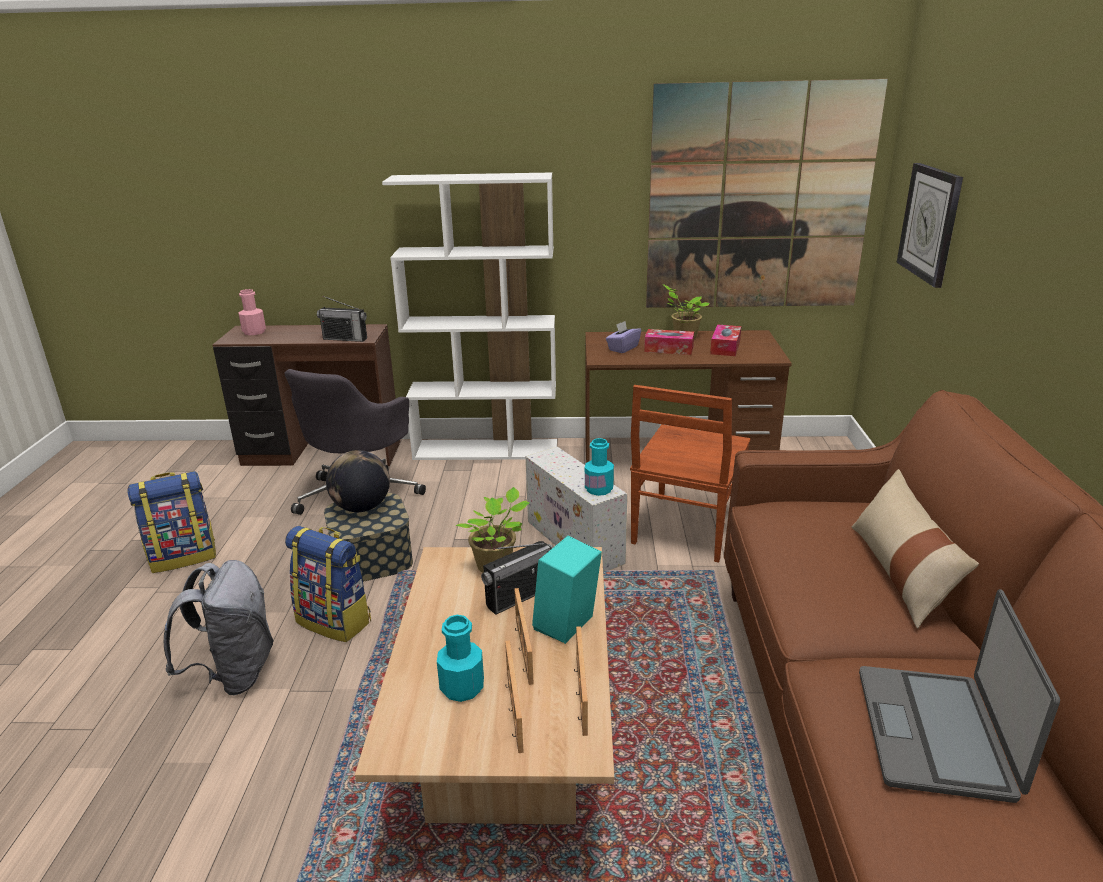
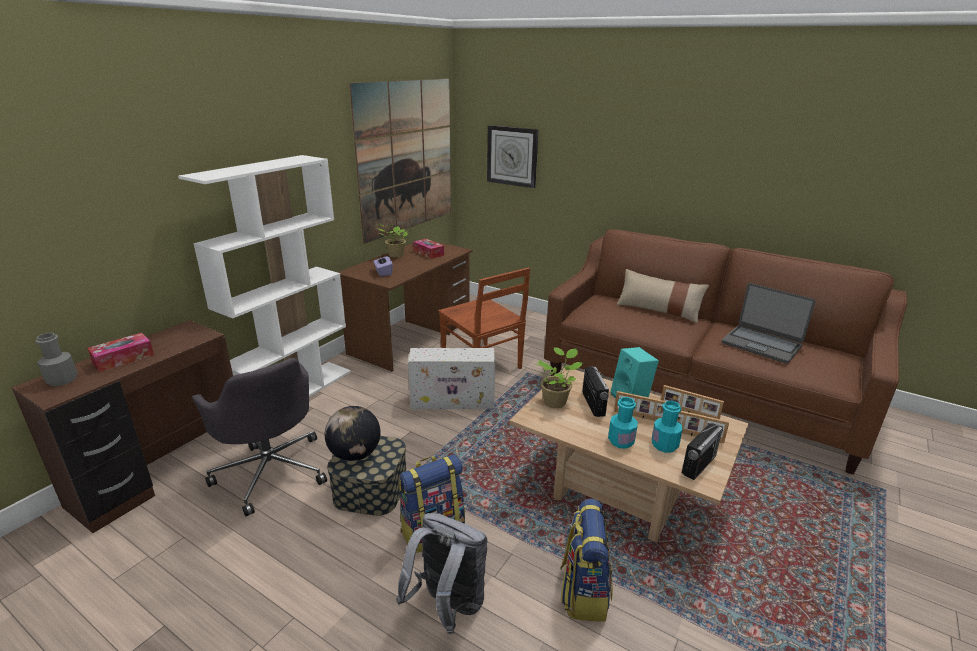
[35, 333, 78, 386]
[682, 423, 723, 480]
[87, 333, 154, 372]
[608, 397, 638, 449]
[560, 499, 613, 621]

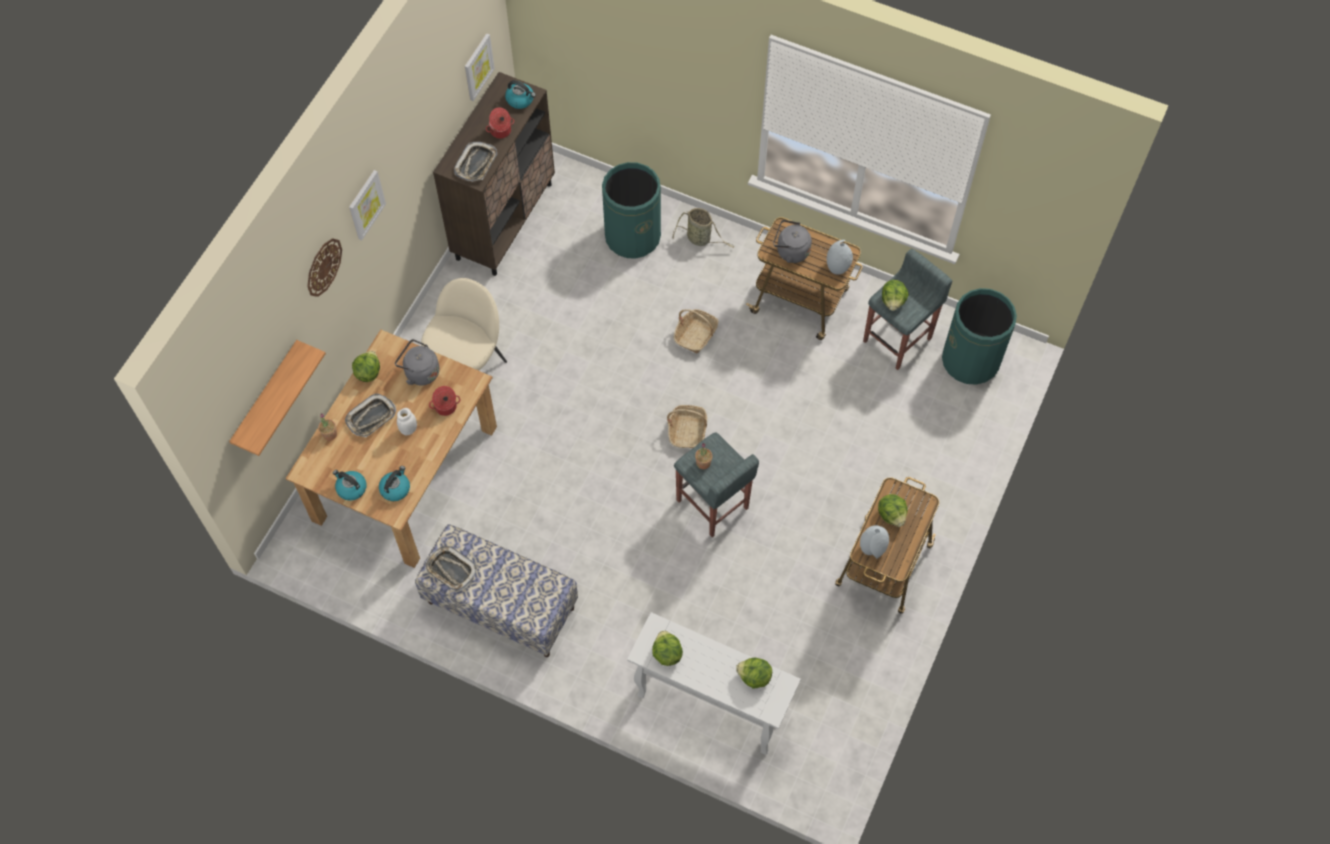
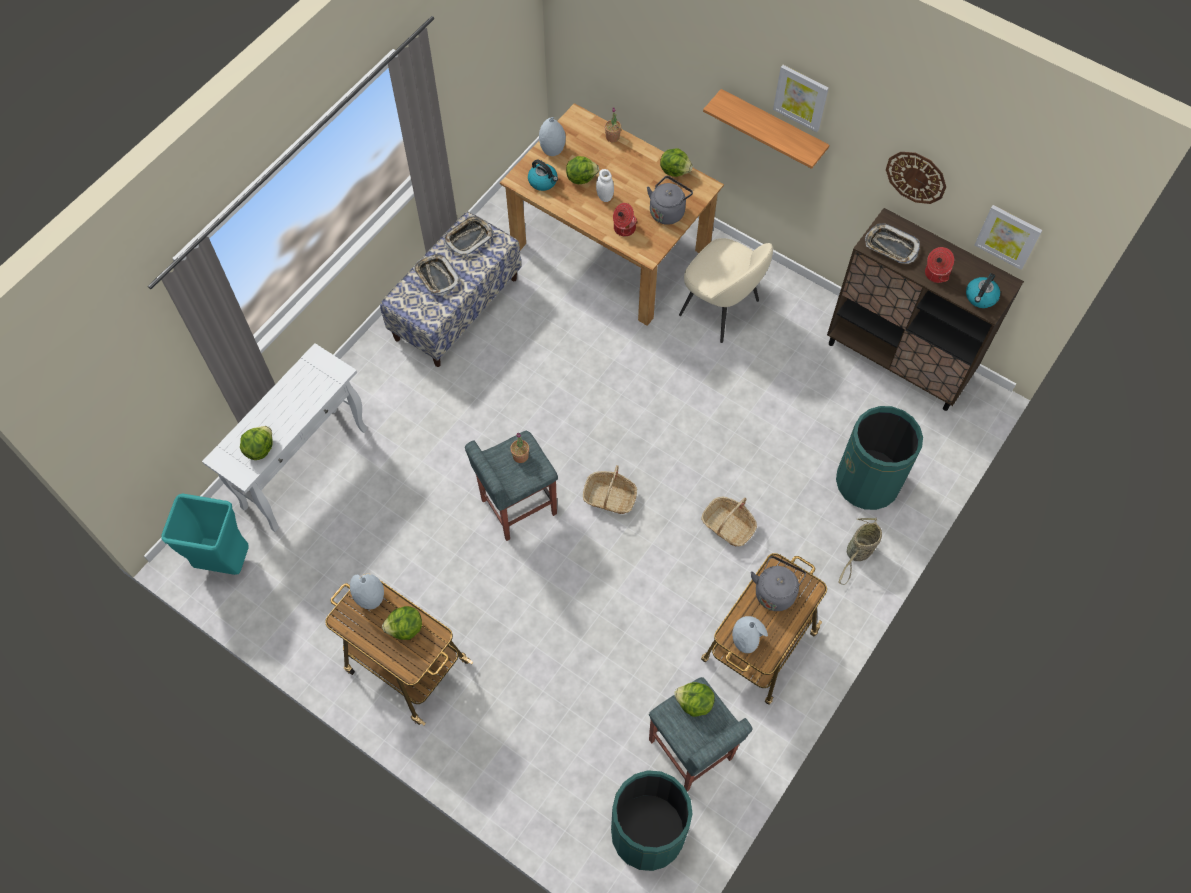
[886, 152, 946, 204]
[703, 89, 829, 169]
[413, 254, 461, 295]
[539, 117, 566, 156]
[566, 156, 599, 184]
[161, 493, 248, 575]

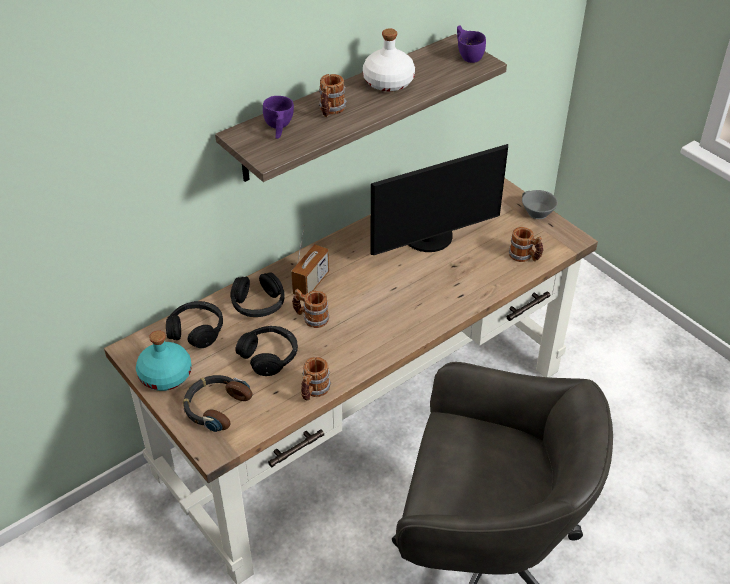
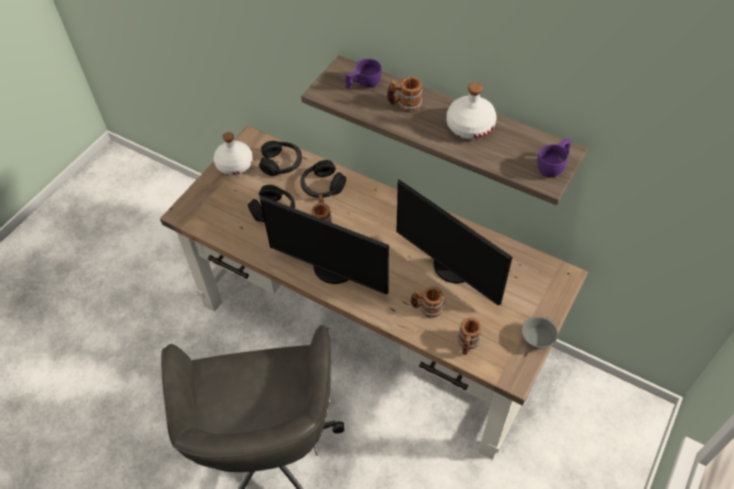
[291, 225, 329, 295] (first image)
[214, 132, 253, 175]
[410, 287, 444, 318]
[183, 375, 252, 432] (first image)
[260, 195, 389, 294]

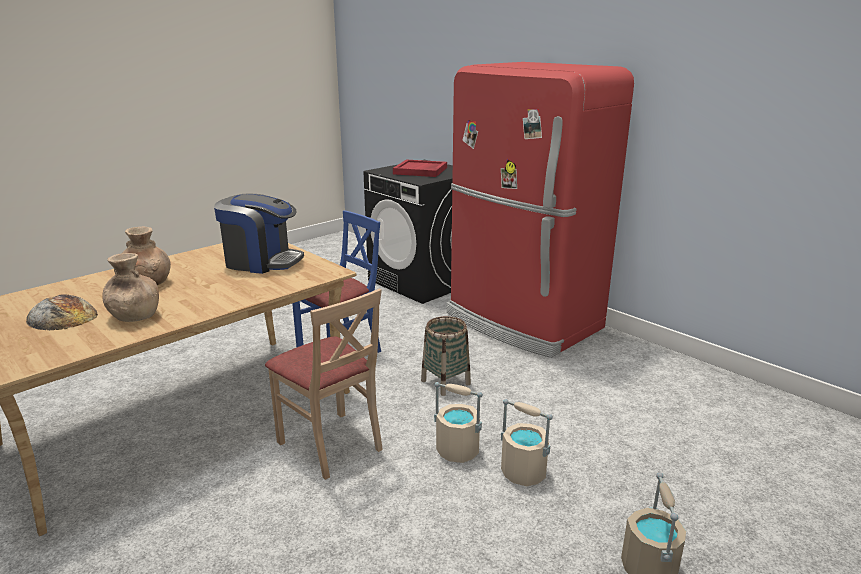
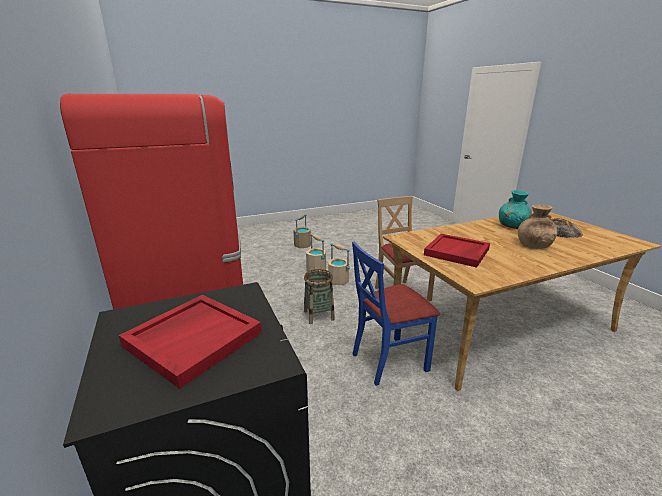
[424, 234, 490, 268]
[499, 190, 532, 229]

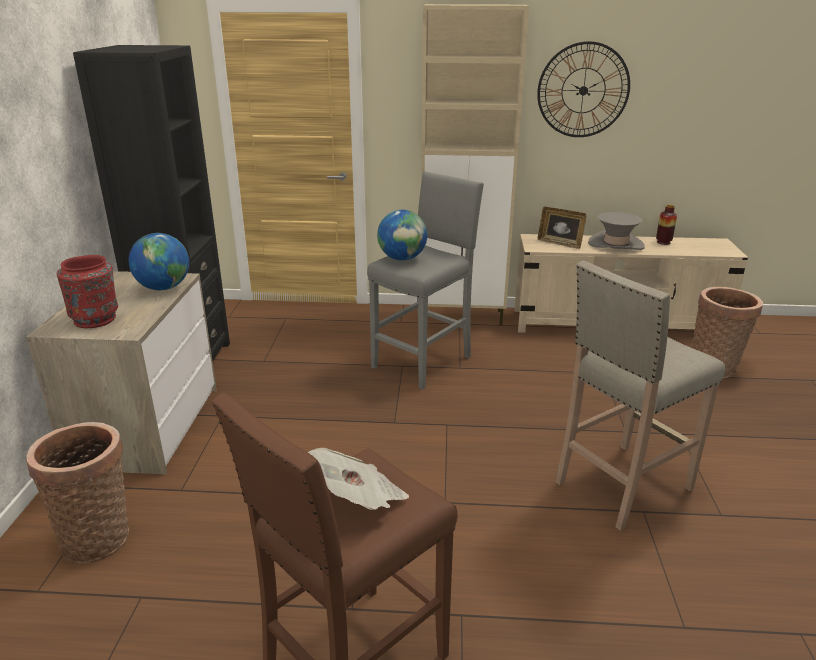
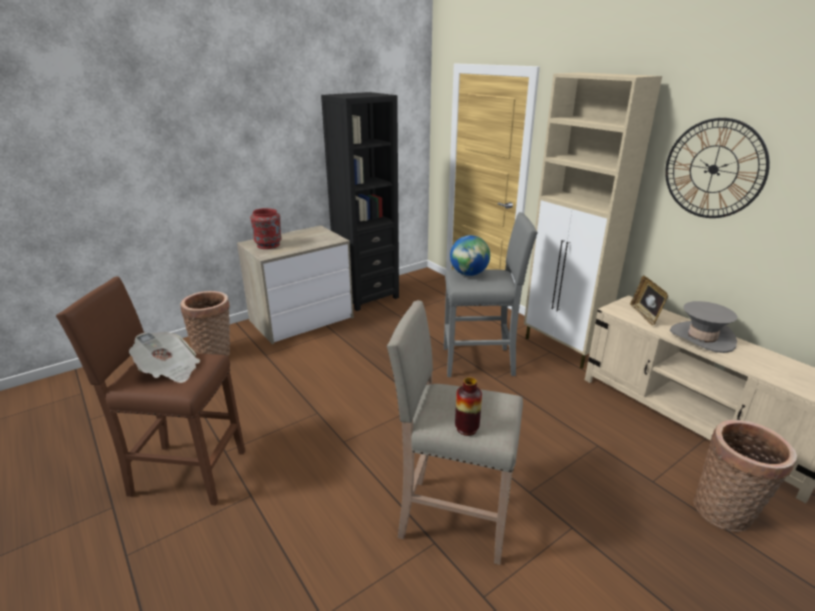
[455, 377, 482, 436]
[129, 233, 189, 290] (first image)

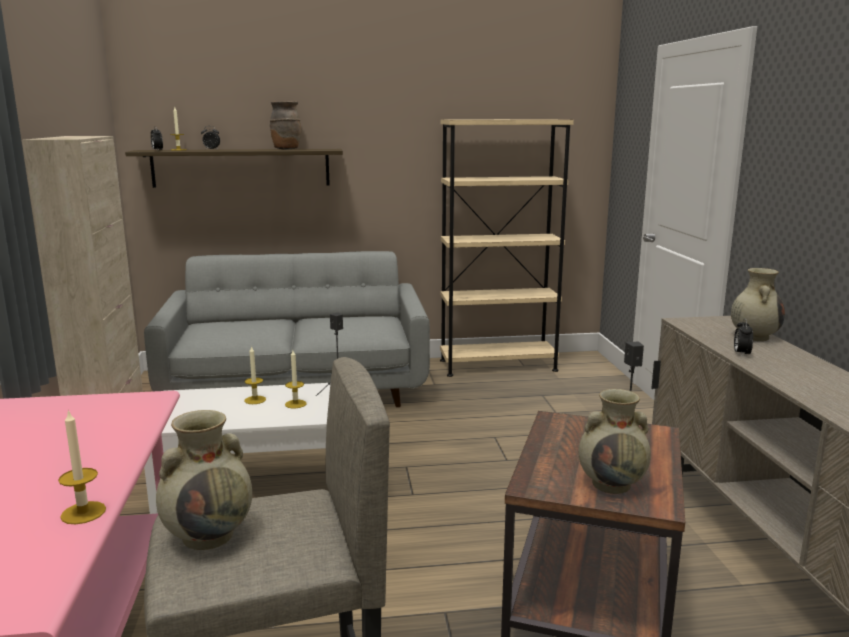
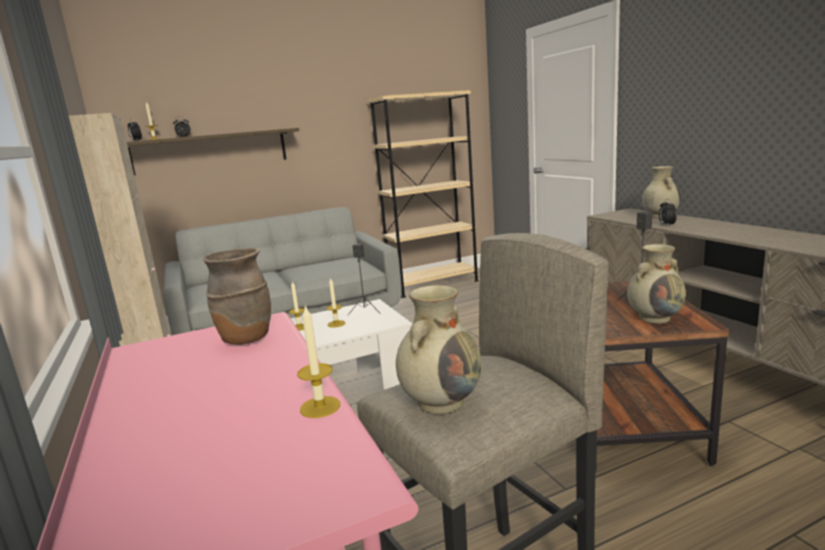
[203, 248, 271, 345]

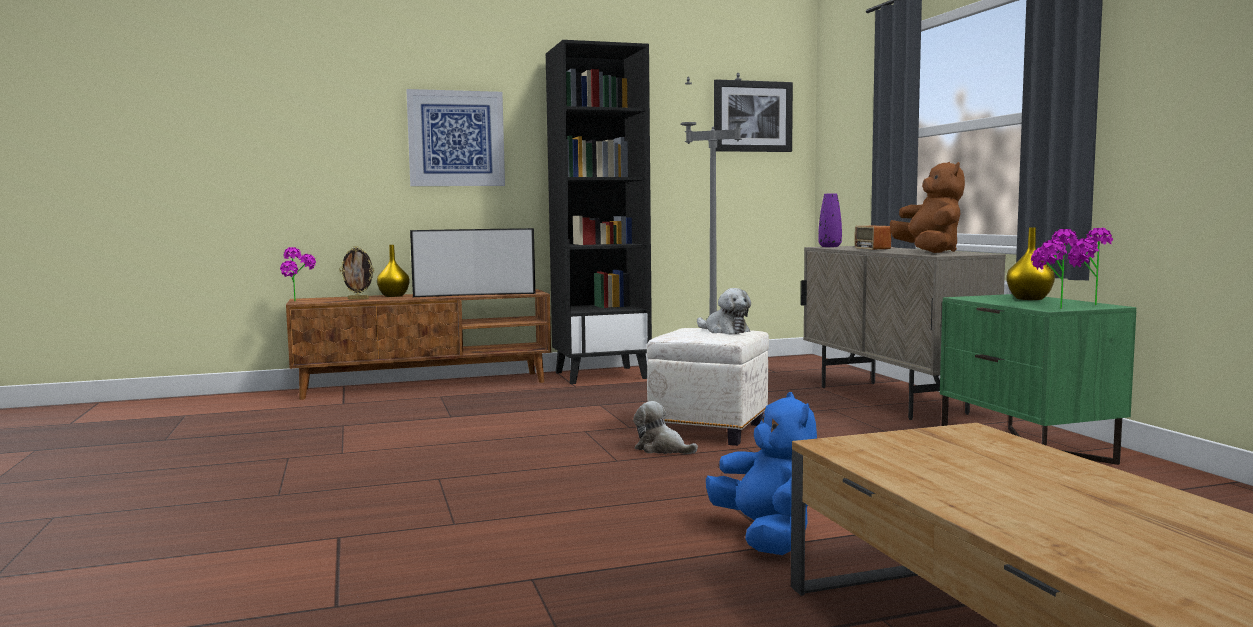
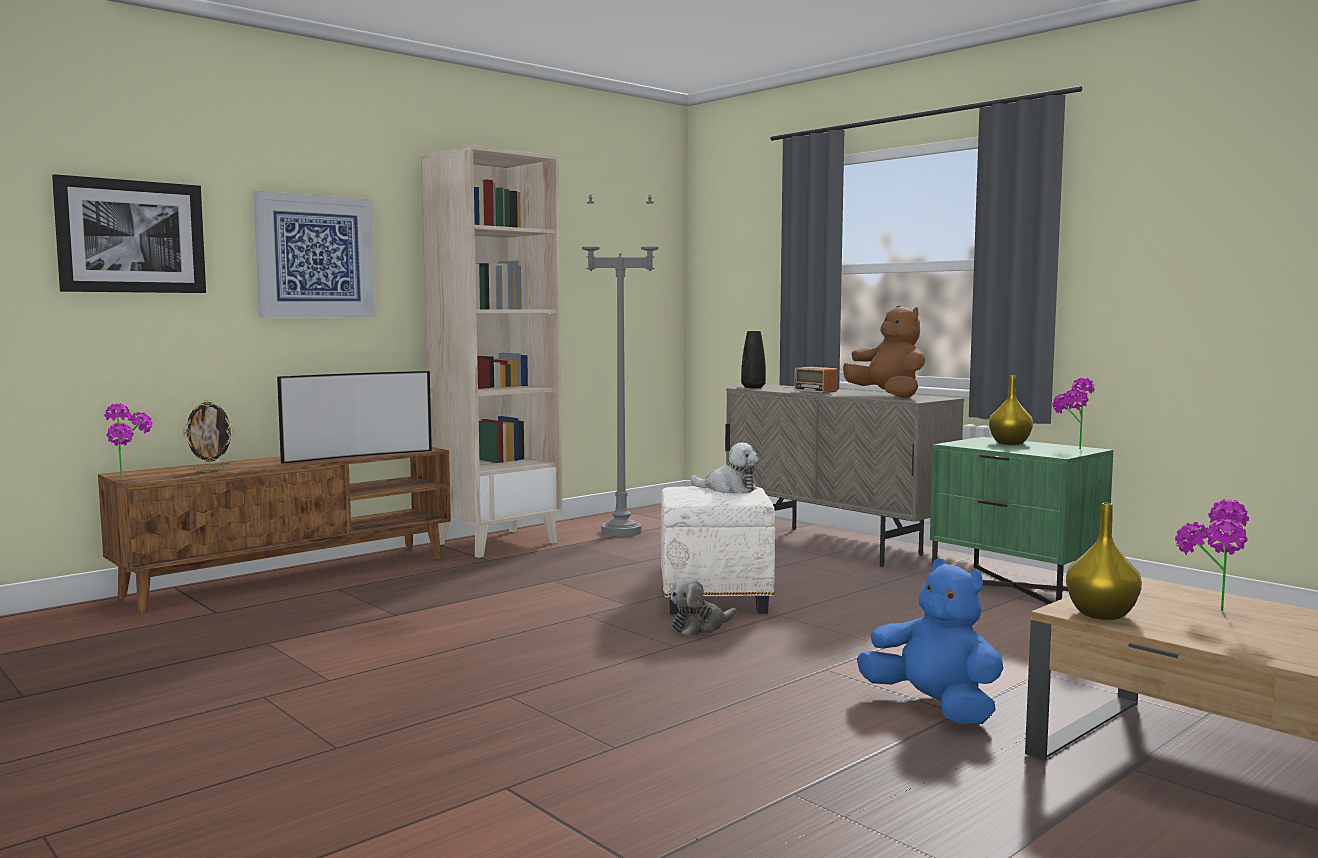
[421, 145, 562, 558]
[52, 174, 206, 293]
[741, 331, 766, 388]
[1175, 499, 1249, 611]
[1066, 503, 1142, 620]
[671, 577, 737, 636]

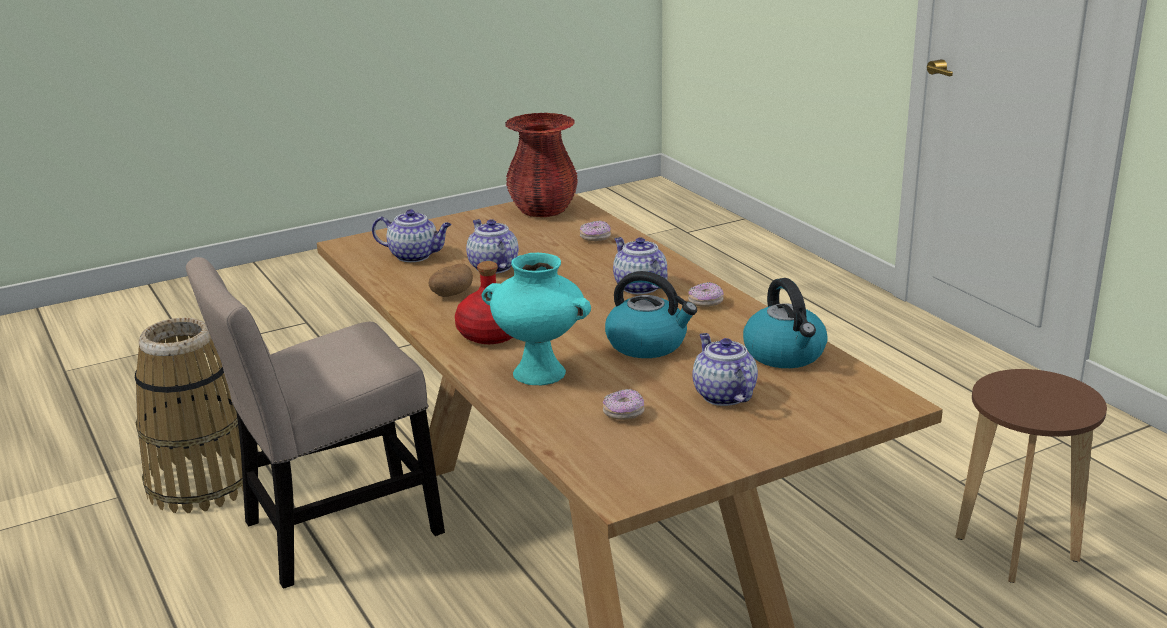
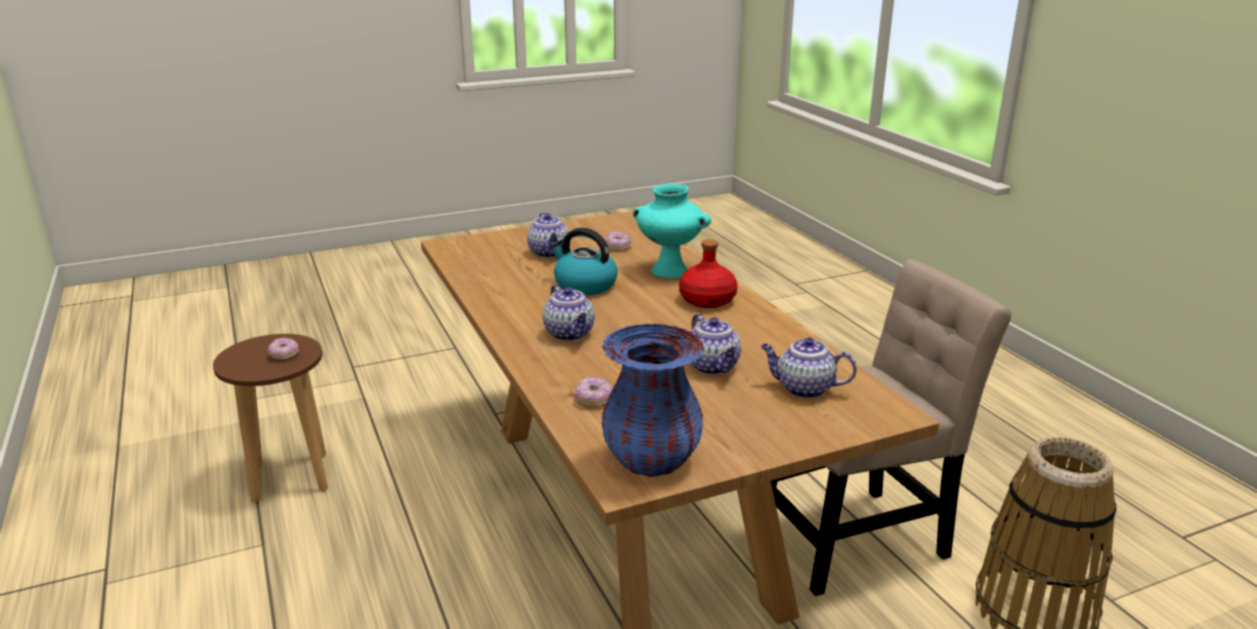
[601, 324, 704, 477]
[429, 263, 473, 297] (first image)
[743, 278, 828, 368] (first image)
[268, 338, 299, 360]

